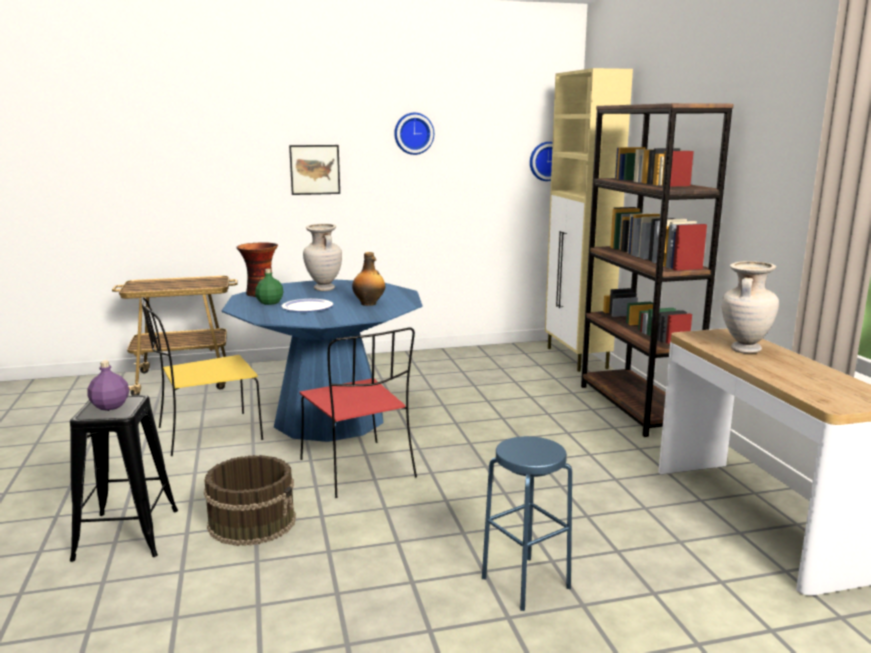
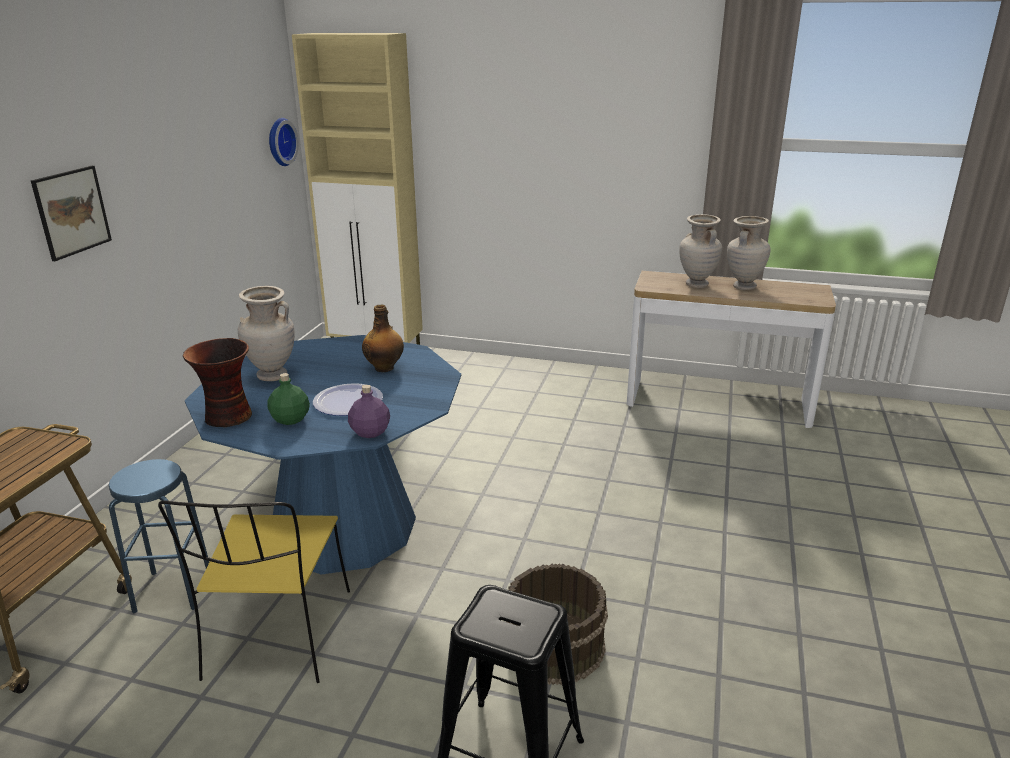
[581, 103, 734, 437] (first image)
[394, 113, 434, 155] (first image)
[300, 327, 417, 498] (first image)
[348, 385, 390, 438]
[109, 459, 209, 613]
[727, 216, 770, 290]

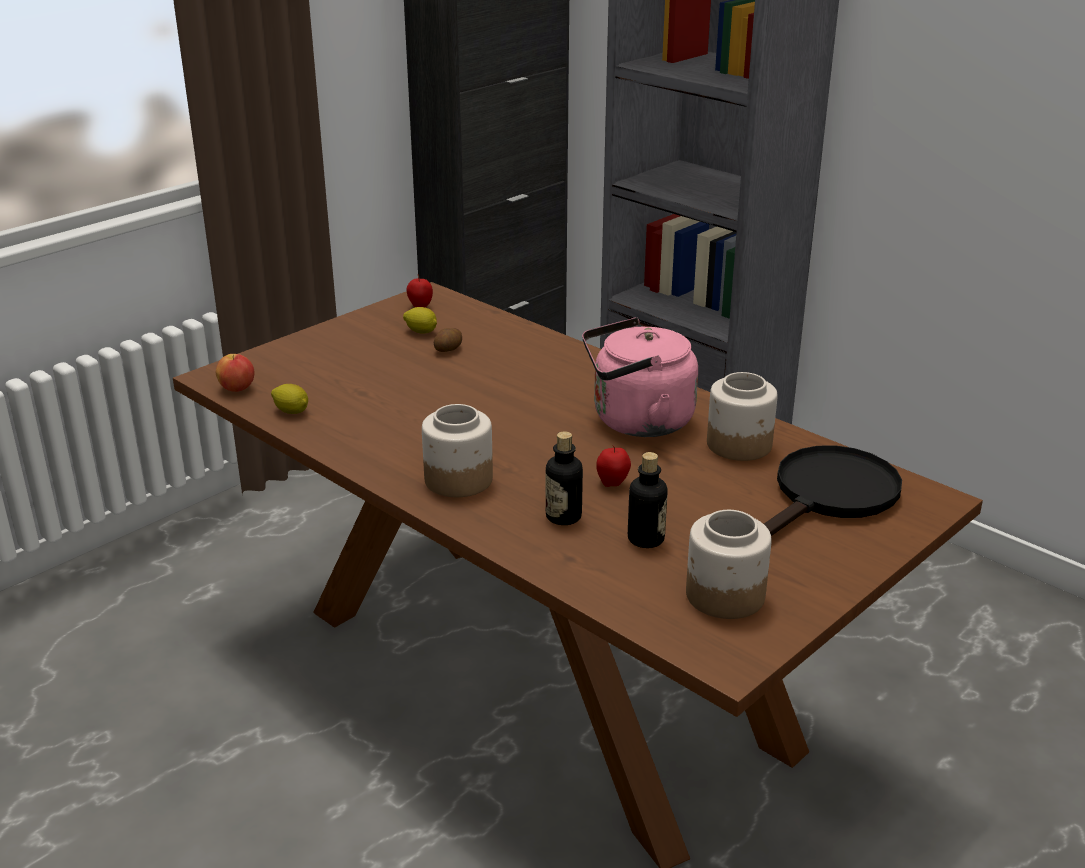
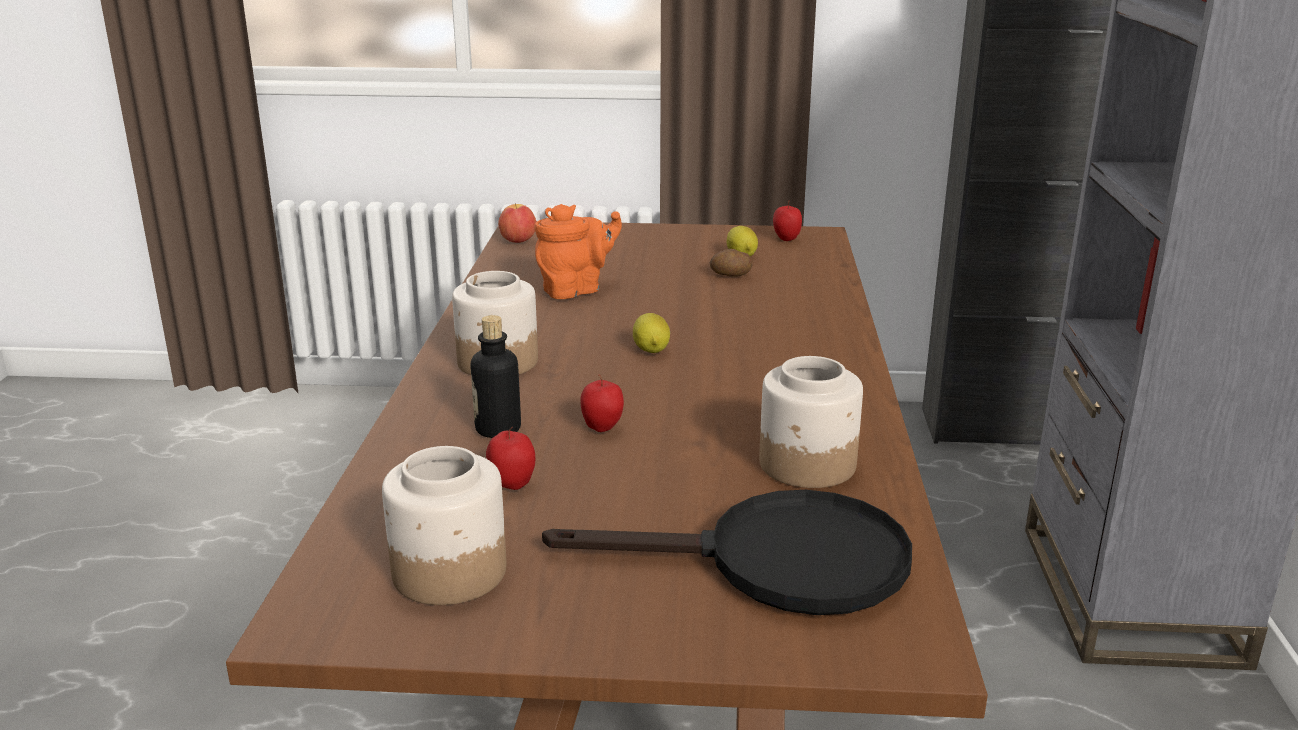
[582, 318, 698, 437] (first image)
[633, 313, 670, 353]
[486, 426, 535, 490]
[534, 204, 622, 299]

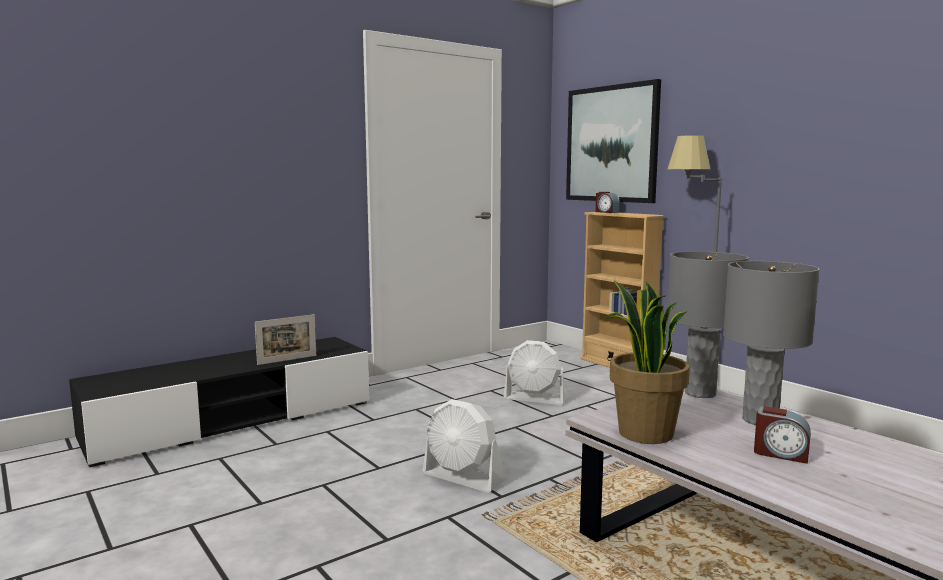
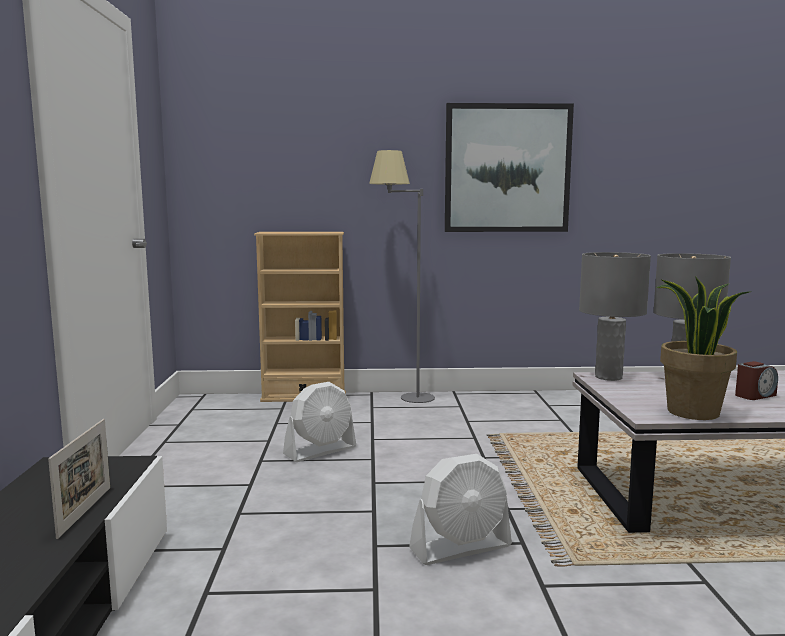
[445, 103, 574, 232]
[596, 192, 620, 213] (first image)

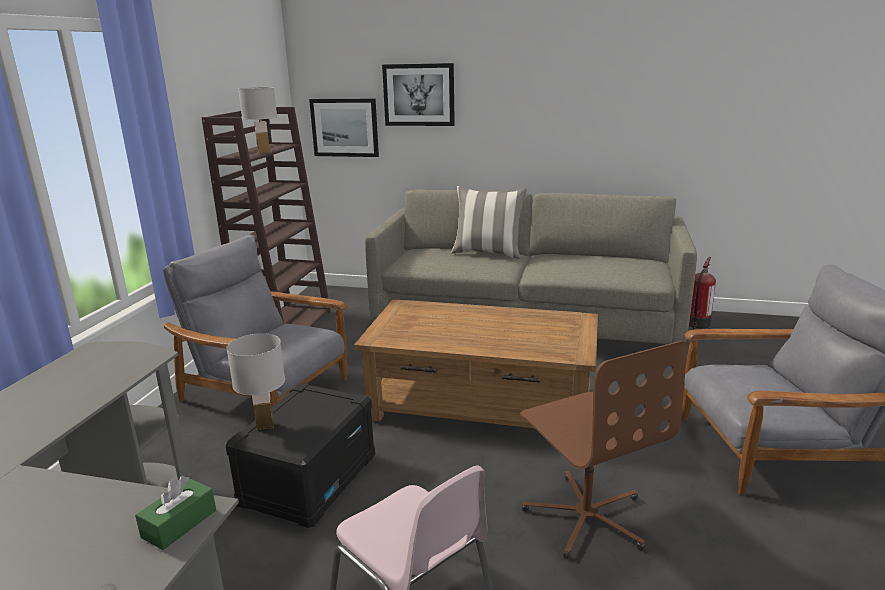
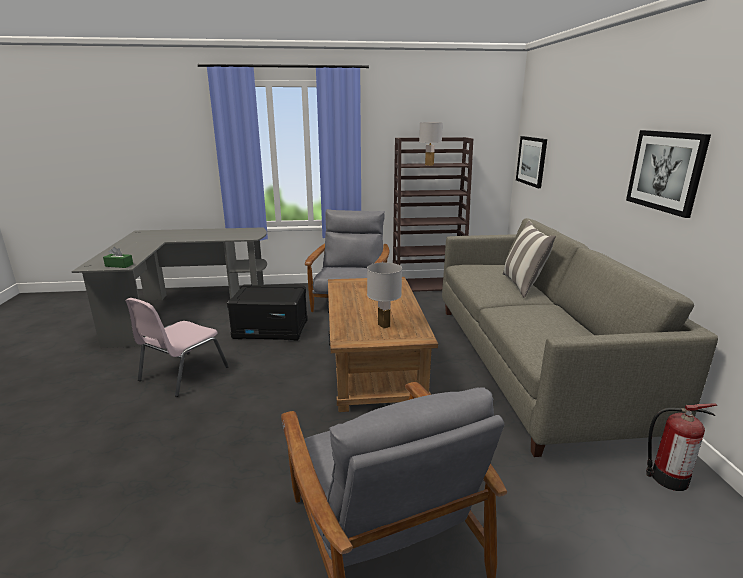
[626, 130, 711, 218]
[367, 262, 402, 329]
[520, 341, 687, 559] (first image)

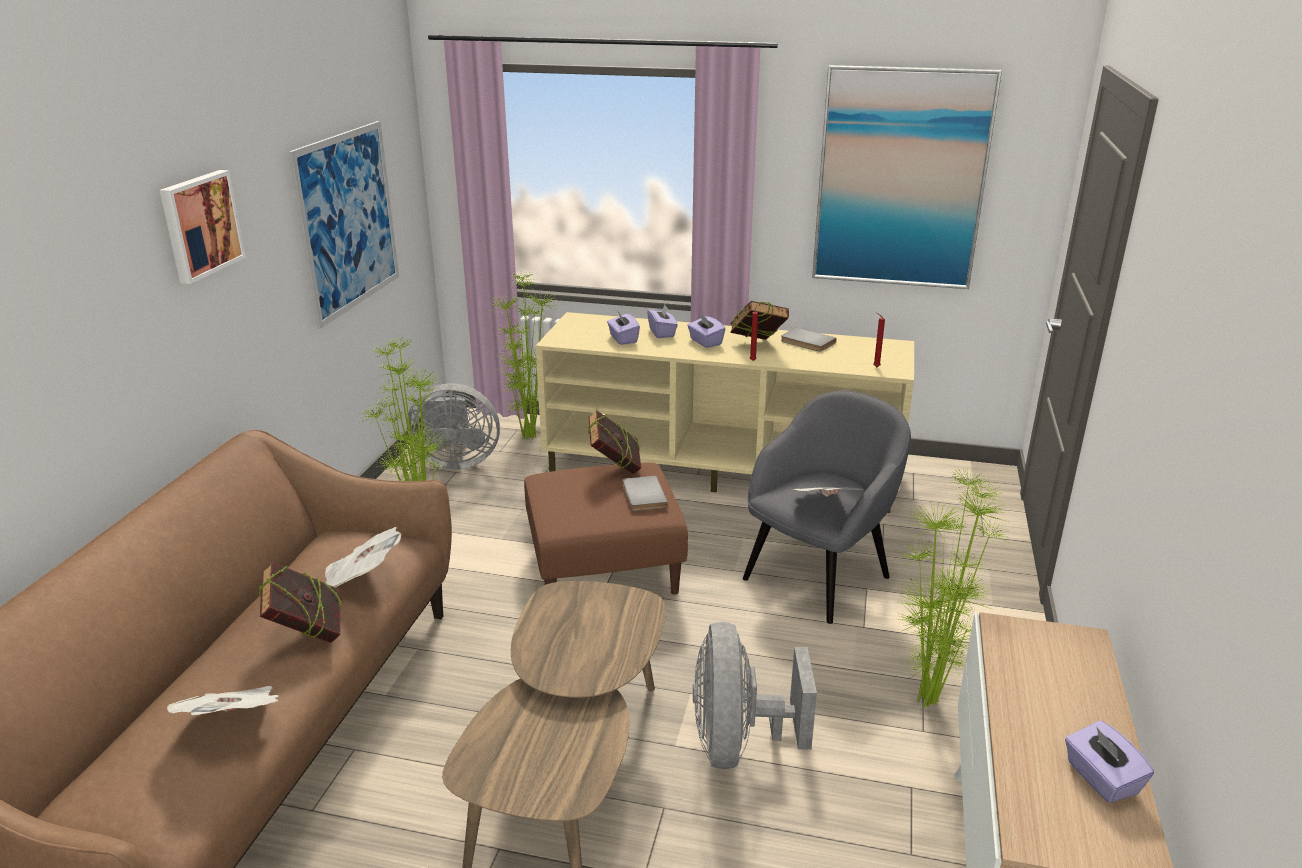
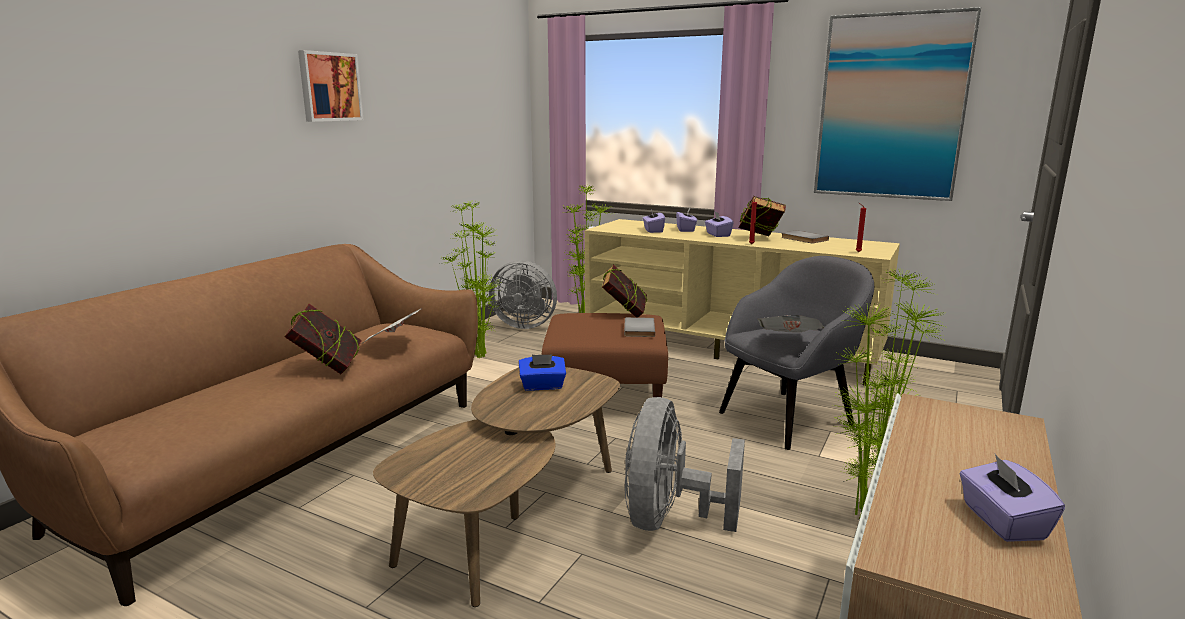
[289, 121, 399, 329] (first image)
[167, 686, 279, 715] (first image)
[519, 354, 566, 391]

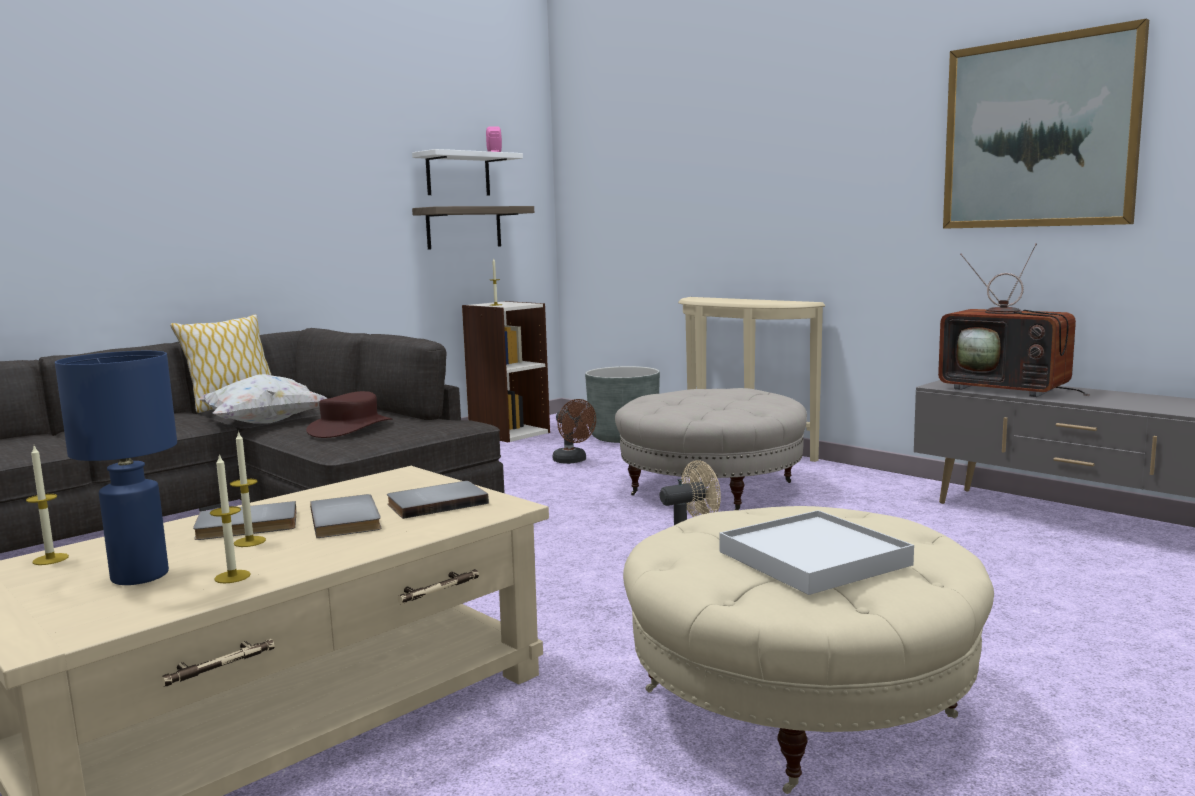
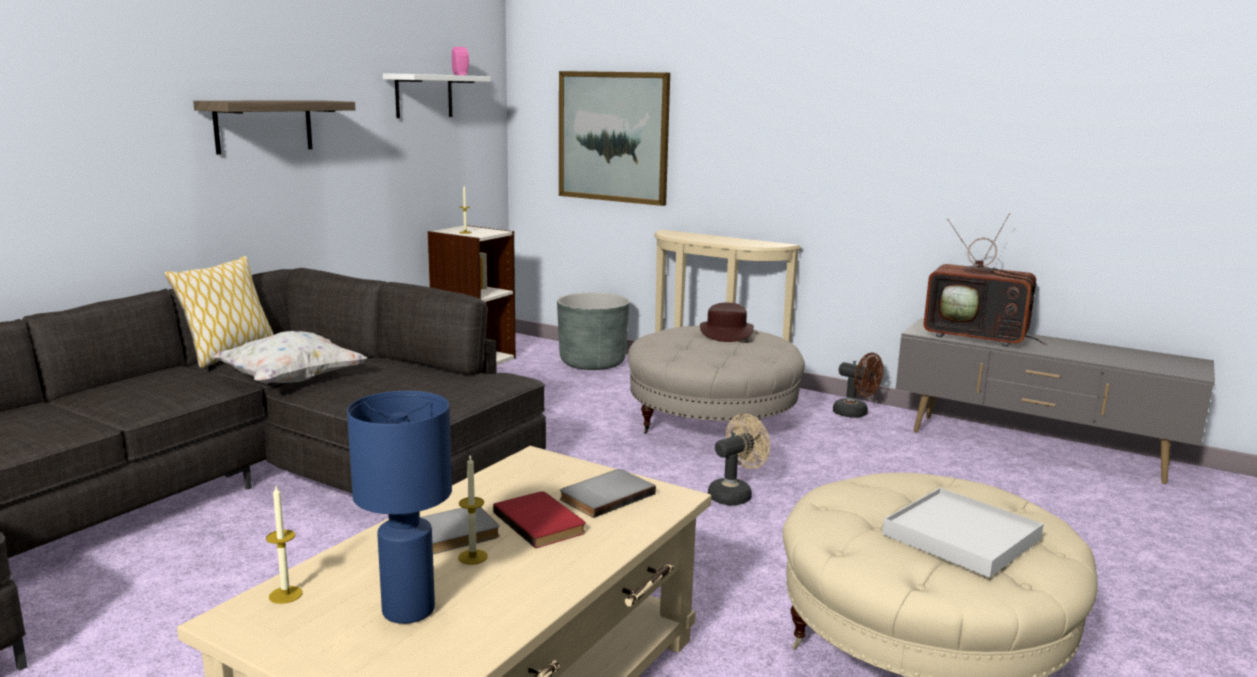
[559, 71, 670, 206]
[193, 100, 355, 154]
[700, 302, 754, 342]
[833, 353, 883, 418]
[210, 454, 251, 584] (first image)
[493, 491, 586, 548]

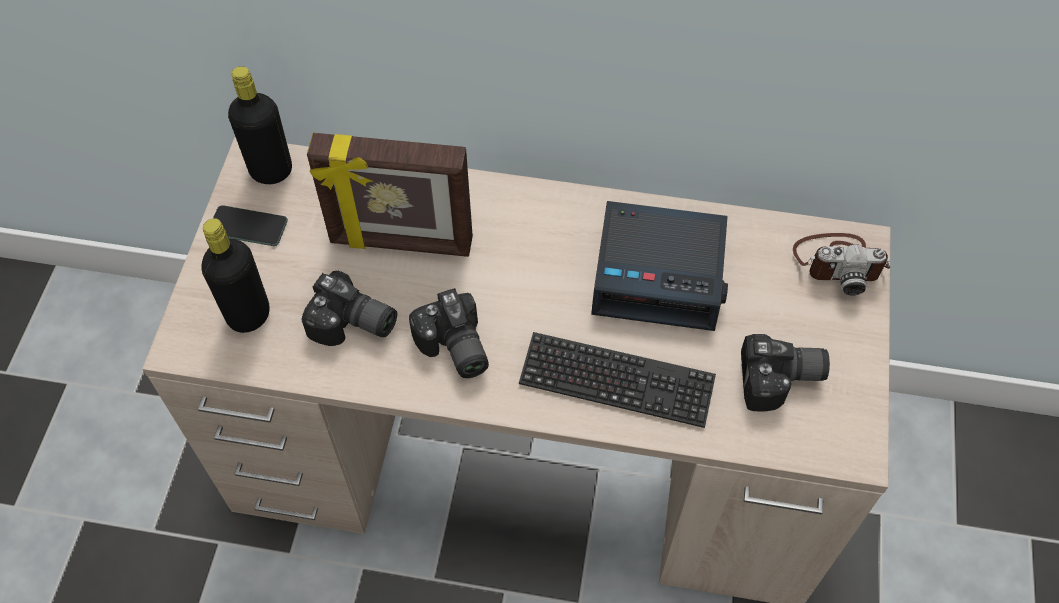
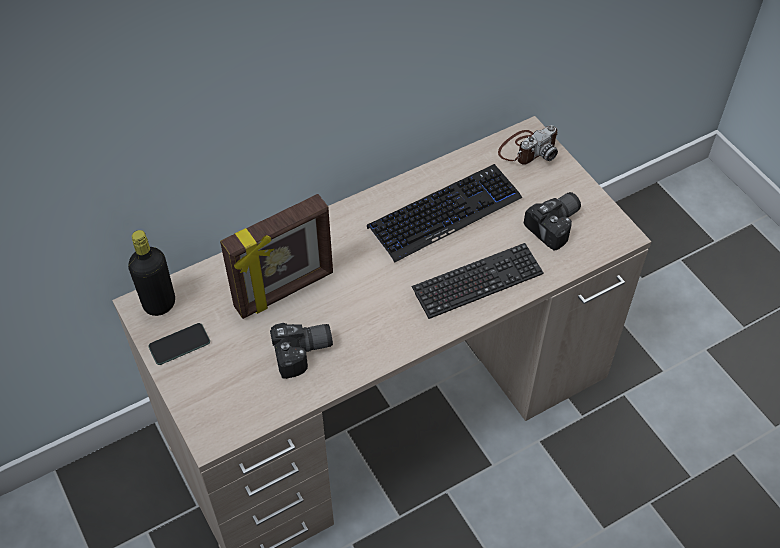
[367, 164, 523, 263]
[202, 218, 270, 333] (first image)
[409, 288, 489, 378] (first image)

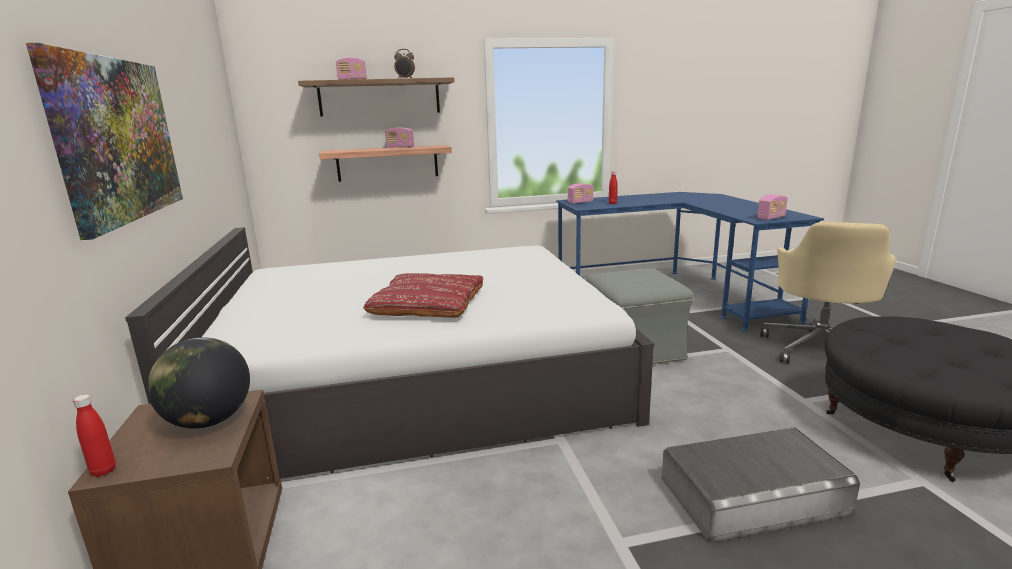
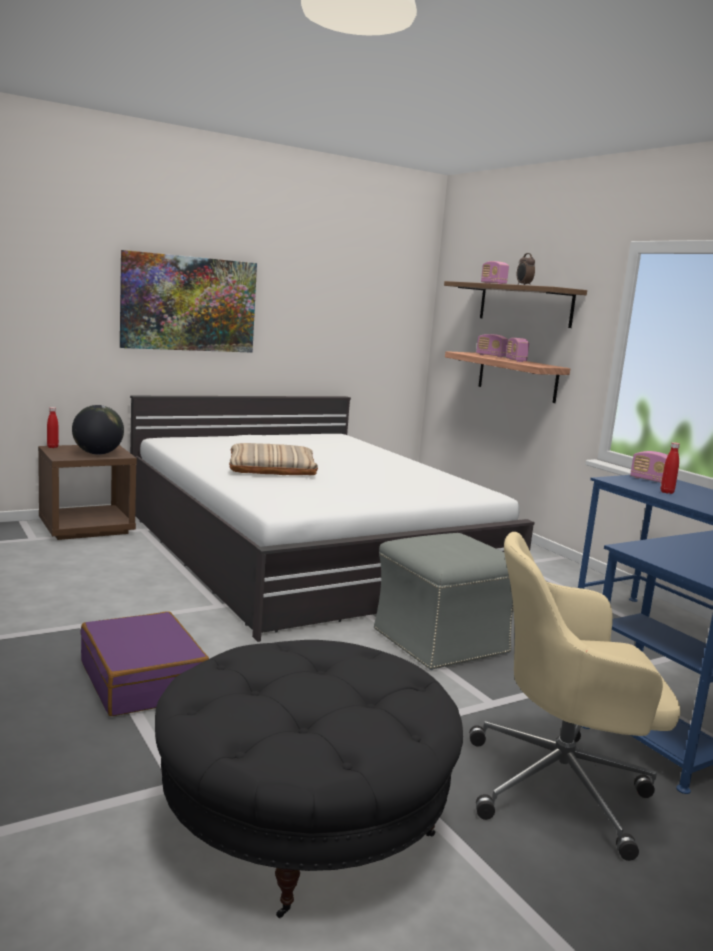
[476, 334, 508, 357]
[229, 443, 318, 475]
[80, 611, 209, 716]

